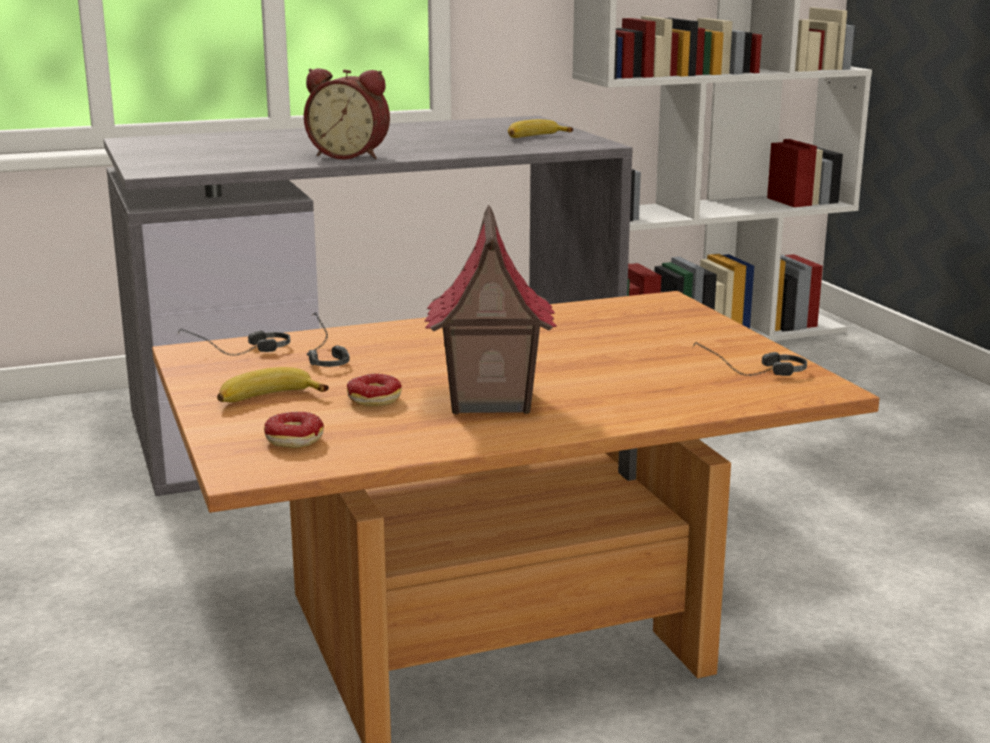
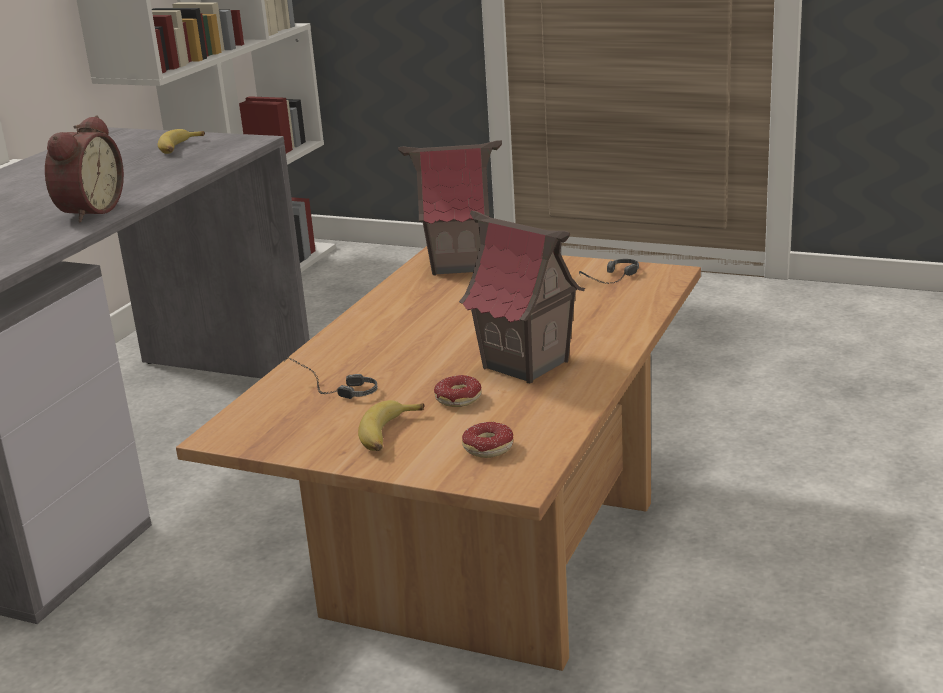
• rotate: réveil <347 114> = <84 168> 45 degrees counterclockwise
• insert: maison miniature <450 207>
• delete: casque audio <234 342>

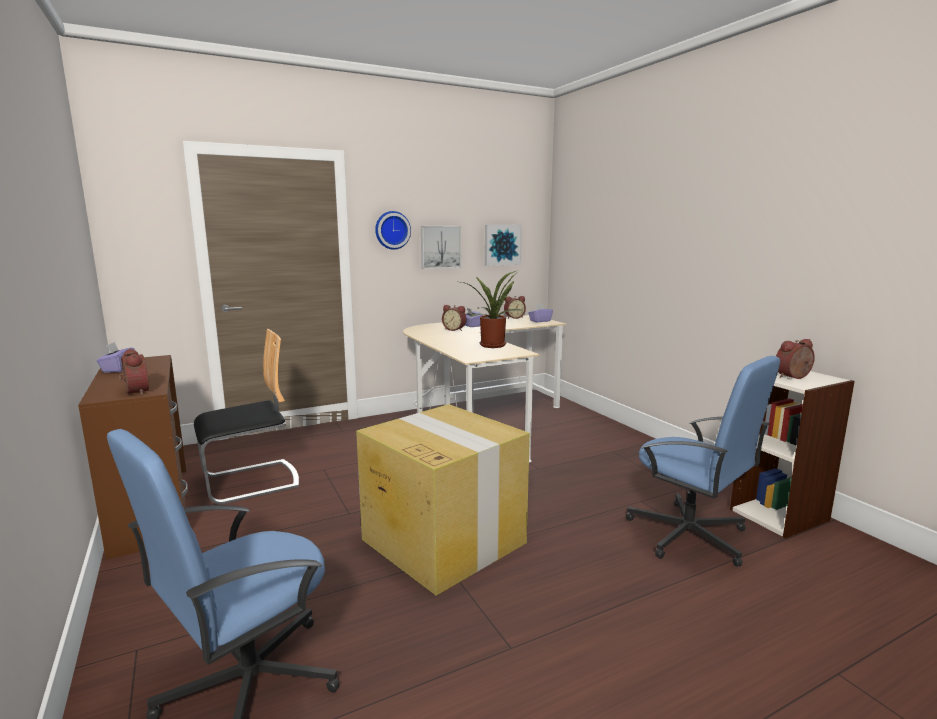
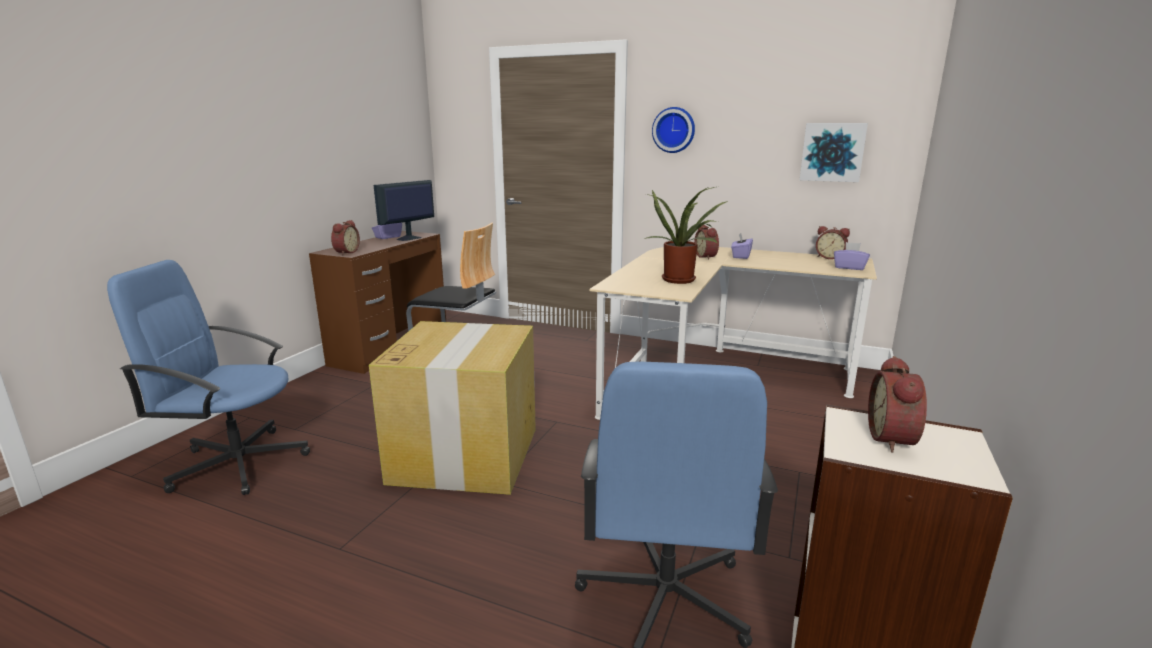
• insert: écran d'ordinateur <404 210>
• rotate: réveil <795 359> = <897 404> 105 degrees counterclockwise
• delete: tableau <441 247>

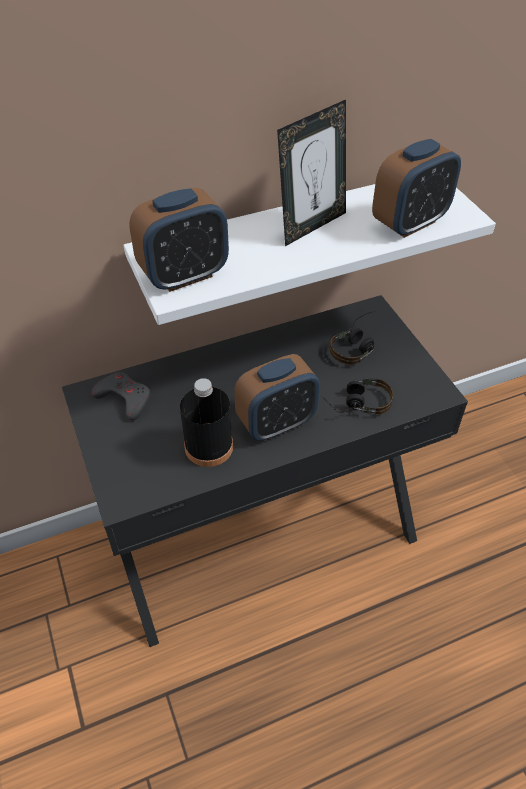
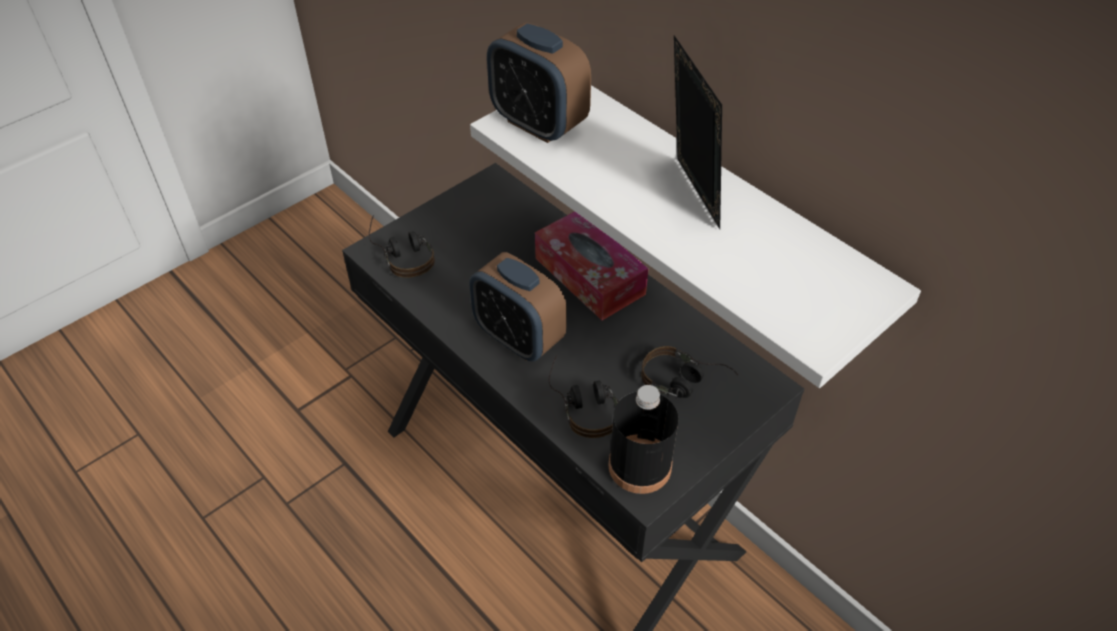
• insert: casque audio <402 246>
• insert: boîte à mouchoirs <591 266>
• move: bouteille [noir] <206 422> to <643 439>
• rotate: cadre photo <311 173> = <698 132> 135 degrees counterclockwise
• delete: manette [gris] <120 396>
• delete: réveil <416 188>

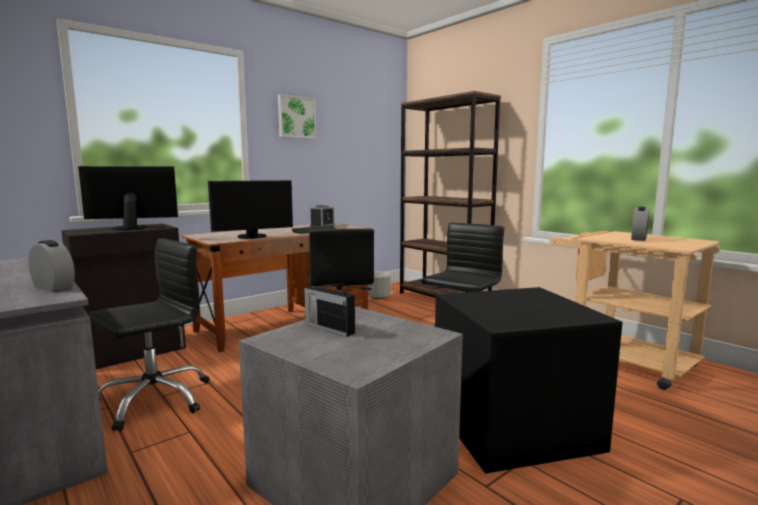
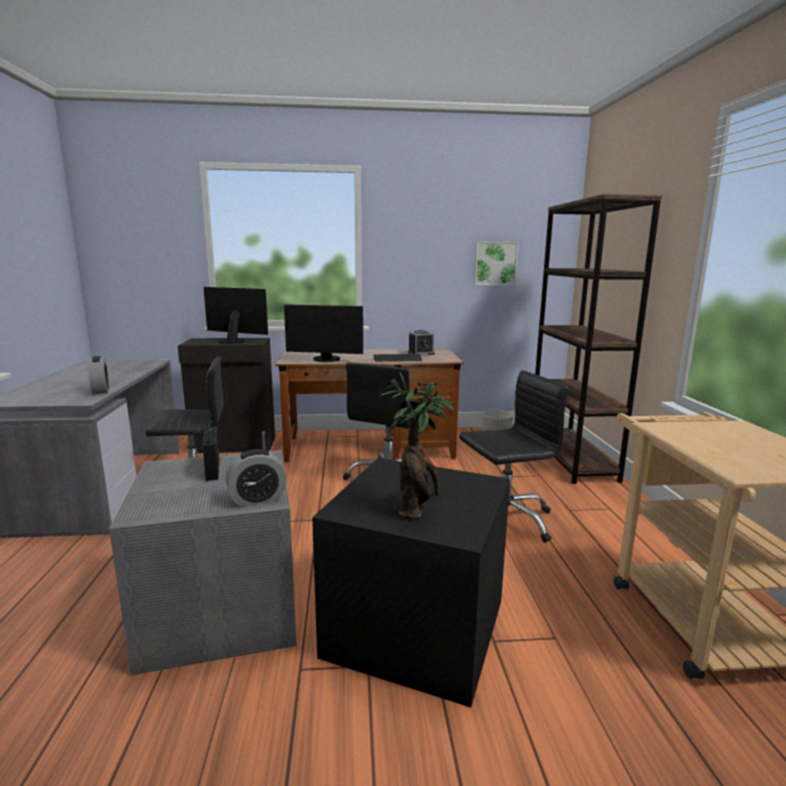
• move: réveil <640 224> to <256 478>
• insert: plante en pot <416 445>
• move: tableau <297 116> to <496 263>

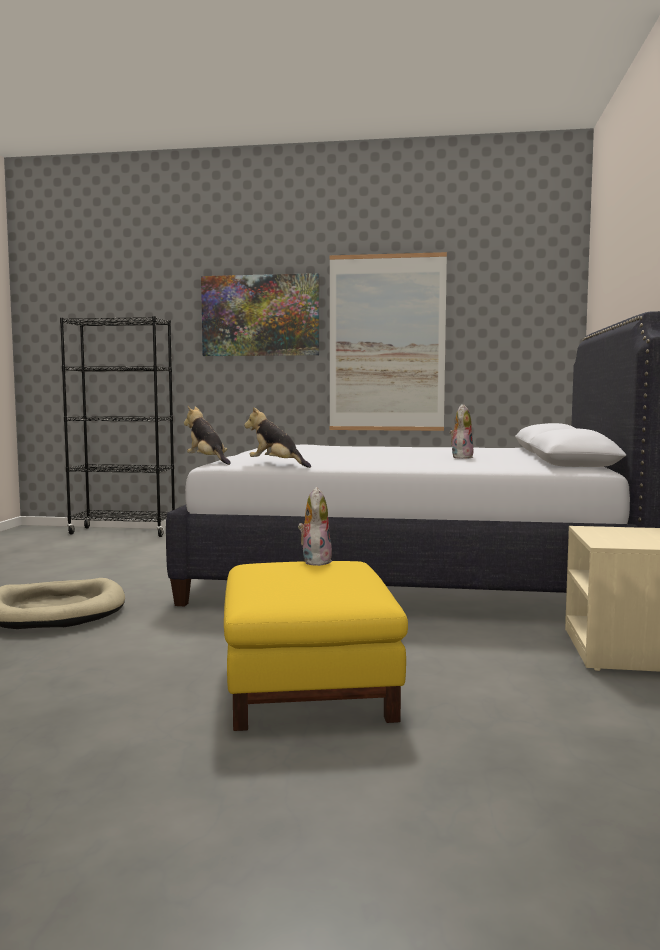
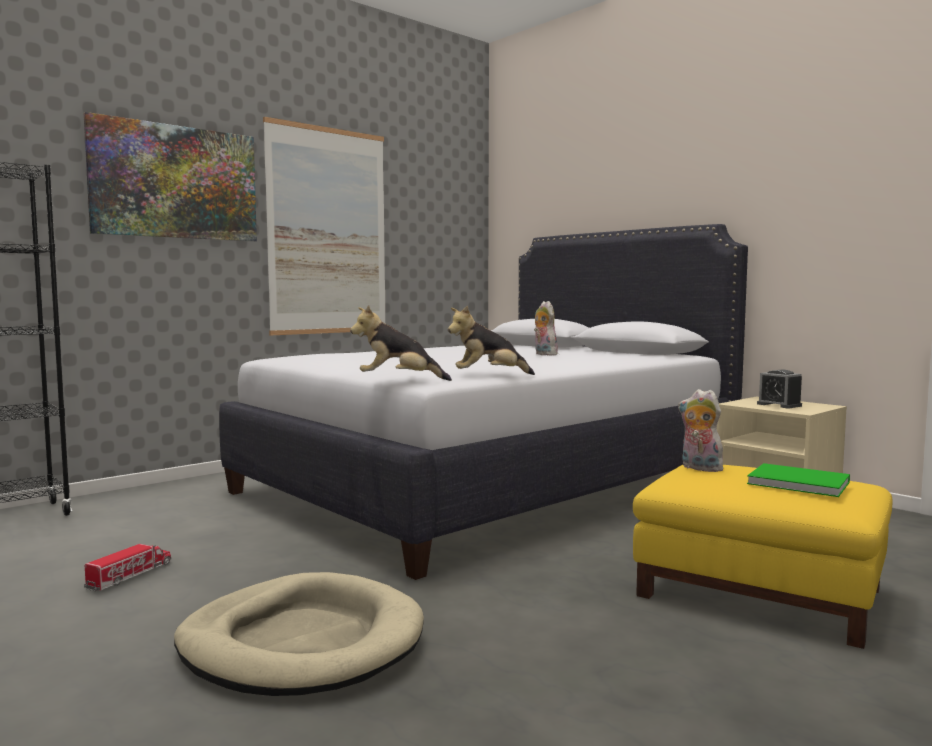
• insert: camion jouet <127 568>
• insert: livre [vert] <798 480>
• insert: réveil <779 389>

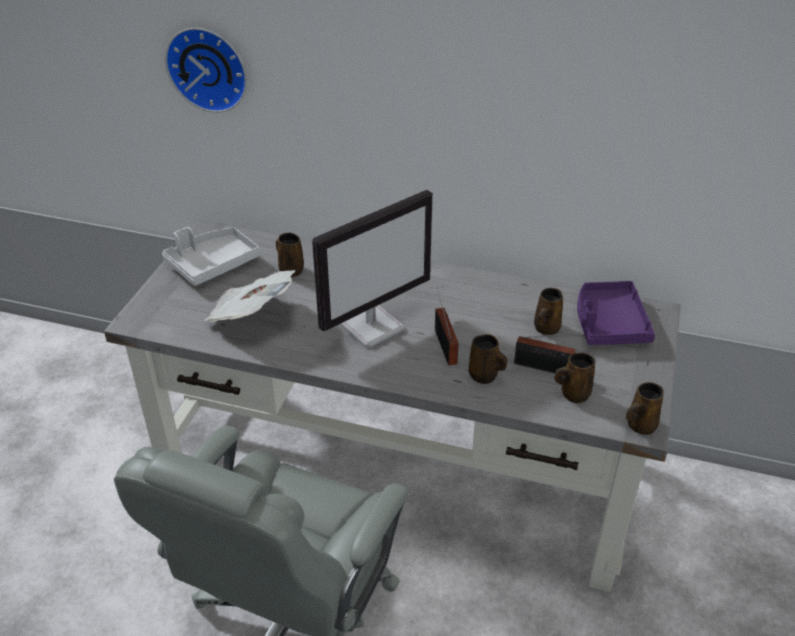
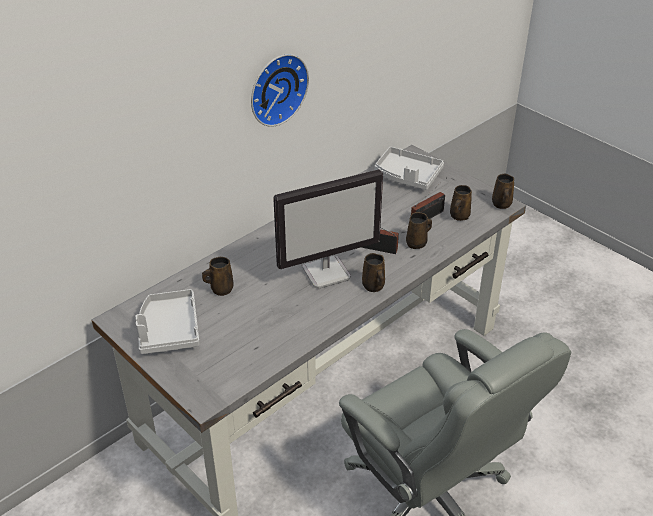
• move: horloge murale <206 70> to <280 90>
• rotate: écran d'ordinateur <372 269> = <328 229> 75 degrees clockwise
• move: mug [marron] <548 311> to <373 272>
• recolor: plateau [violet] <616 313> to plateau [gris] <409 168>
• delete: journal <249 296>

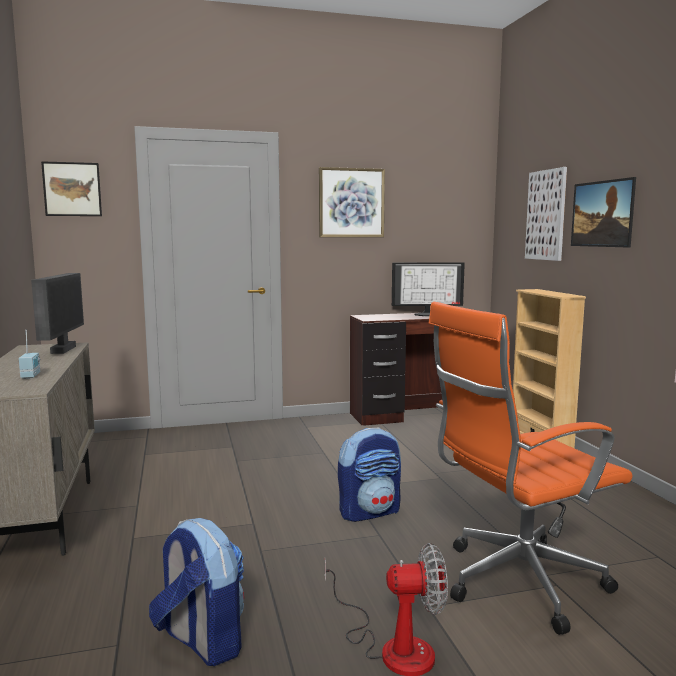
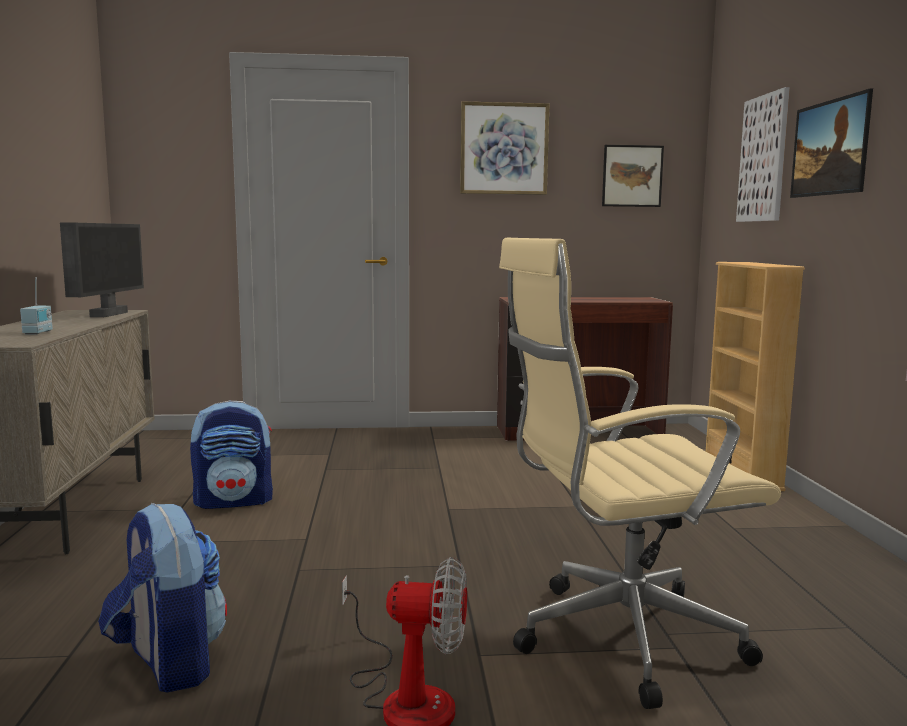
• move: sac à dos <369 475> to <231 455>
• recolor: chaise de bureau [orange] <530 468> to chaise de bureau [beige] <640 473>
• move: tableau <71 188> to <633 176>
• delete: écran d'ordinateur <428 289>

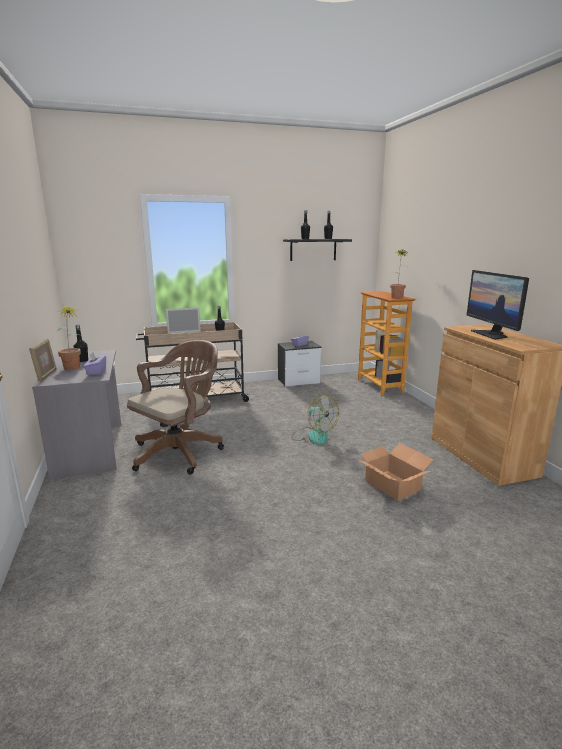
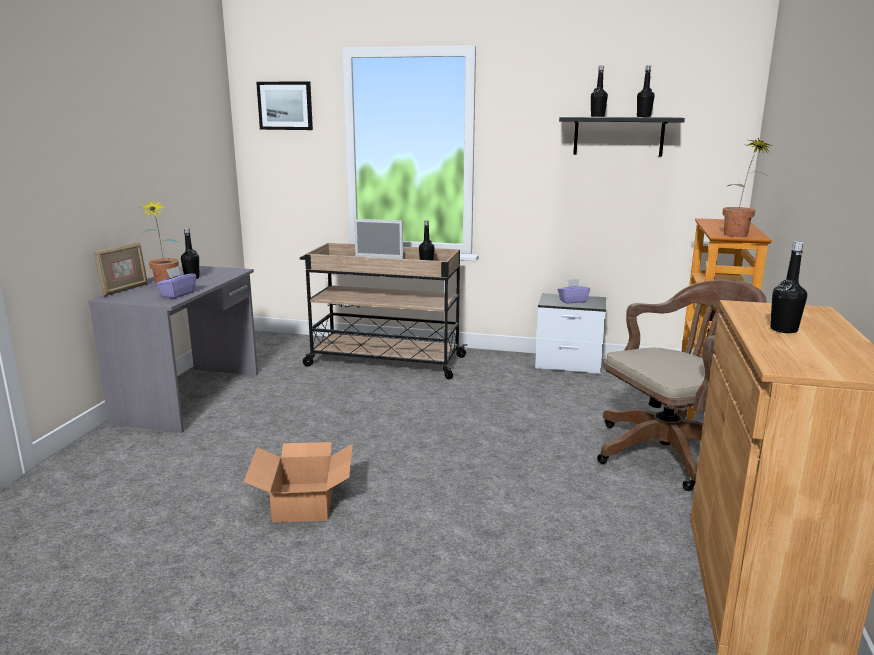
• move: carton <394 472> to <298 482>
• insert: tableau <284 105>
• move: chaise de bureau [marron] <175 407> to <682 385>
• replace: écran d'ordinateur <497 305> to bouteille [noir] <788 287>
• delete: ventilateur <315 419>

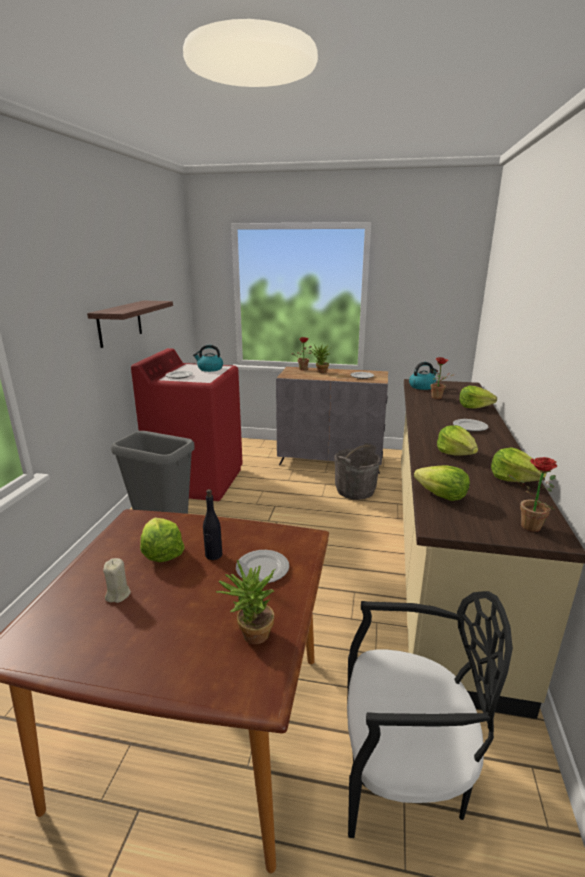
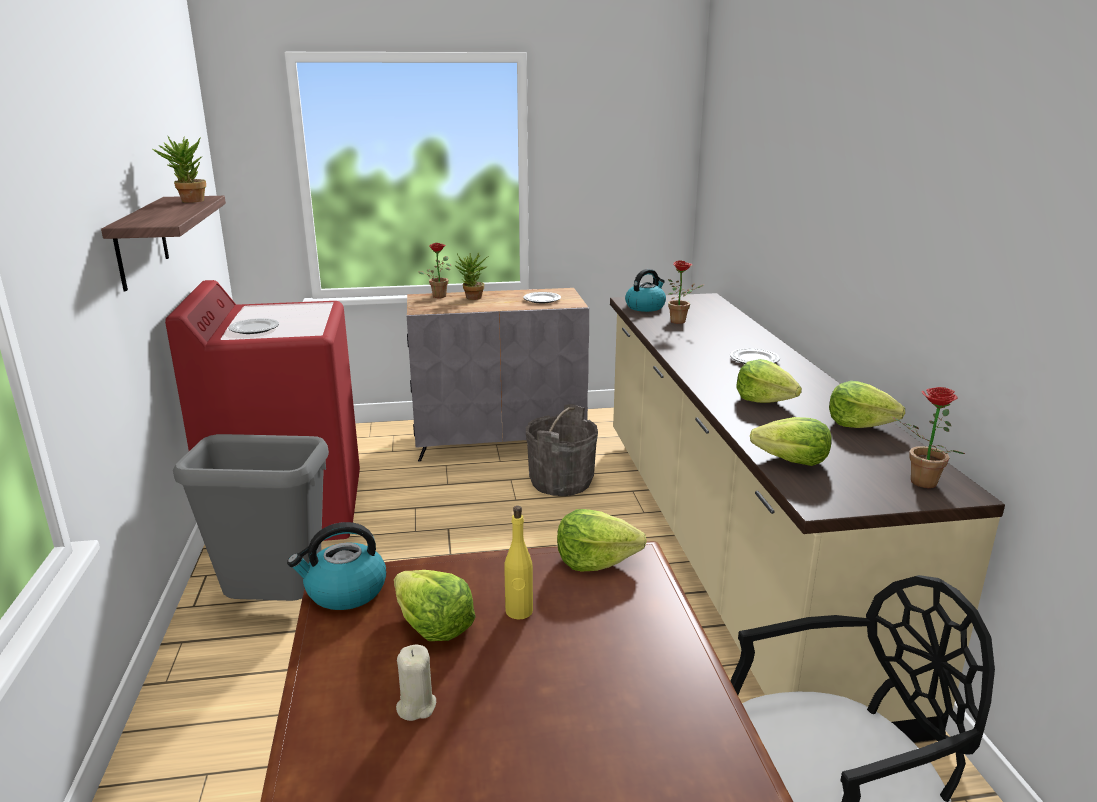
• move: plante en pot <245 602> to <179 169>
• move: bouilloire <208 358> to <336 566>
• recolor: bouteille [noir] <212 524> to bouteille [jaune] <518 562>
• move: laitue <478 397> to <602 540>
• delete: assiette <262 566>

